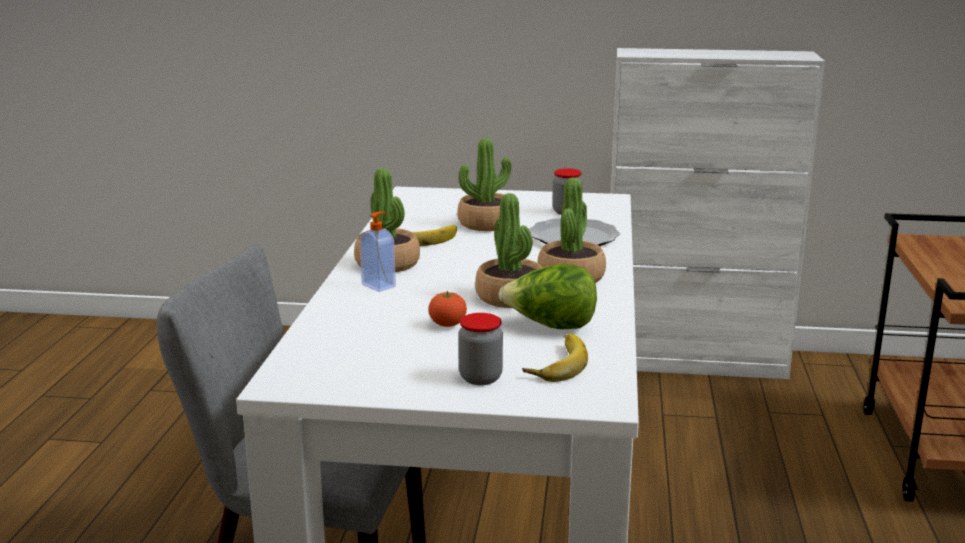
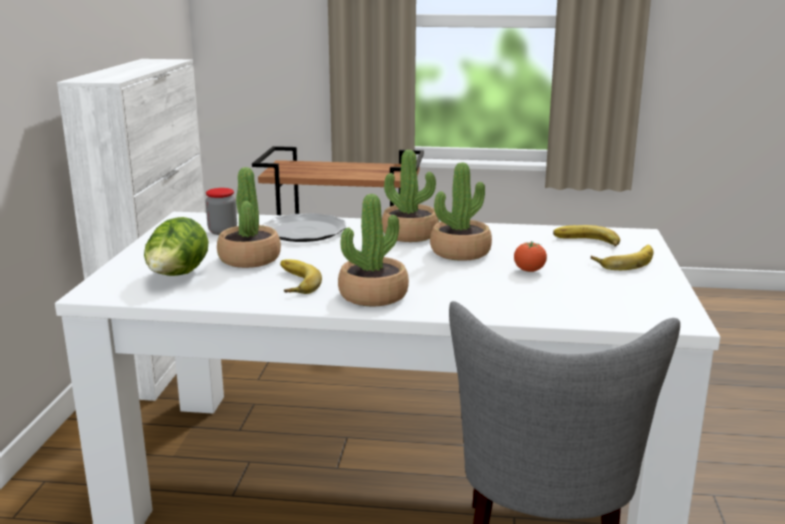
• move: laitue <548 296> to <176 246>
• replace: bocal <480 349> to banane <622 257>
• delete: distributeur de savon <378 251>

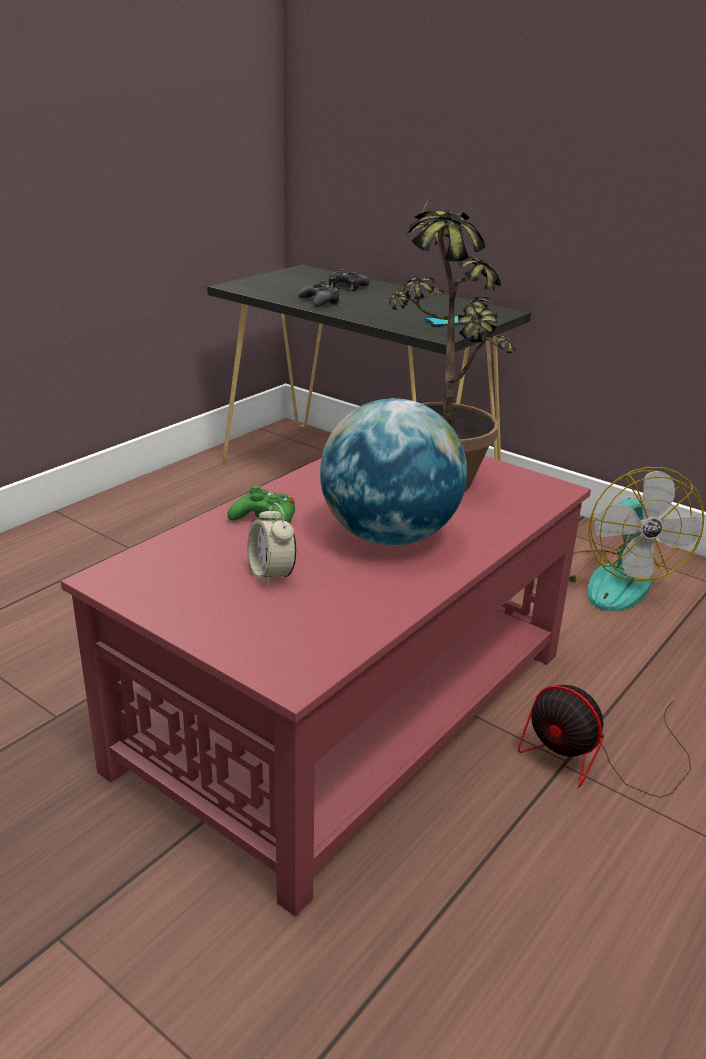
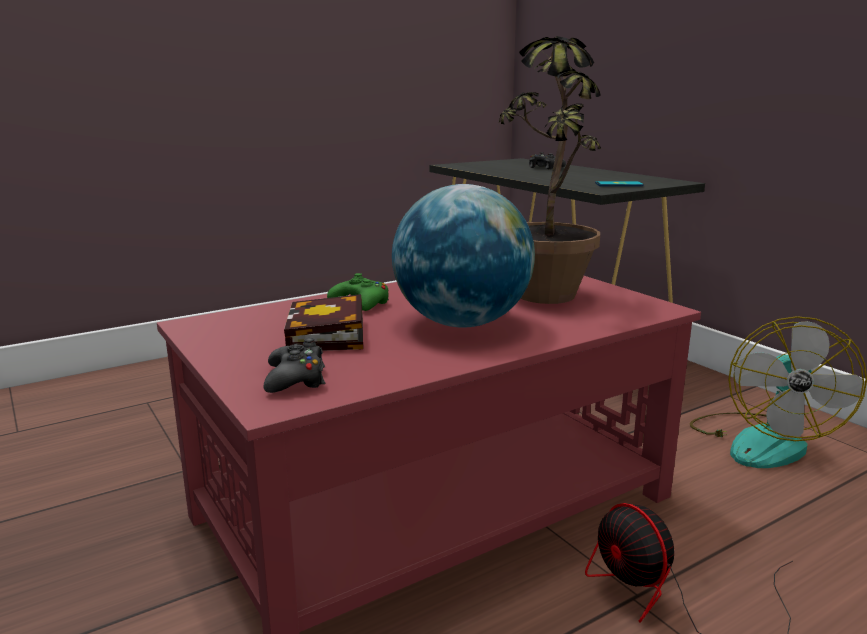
• move: manette [noir] <319 293> to <294 365>
• replace: réveil <271 545> to livre <323 322>

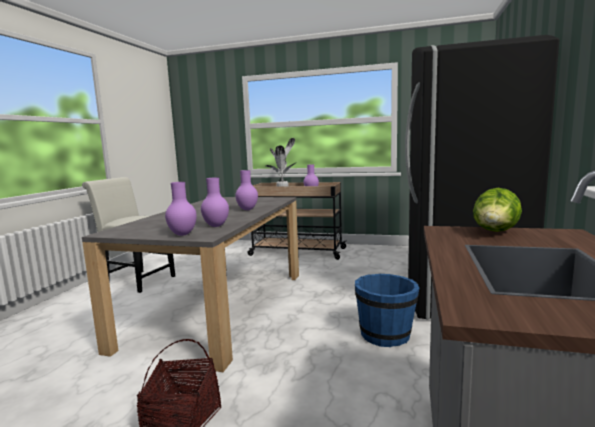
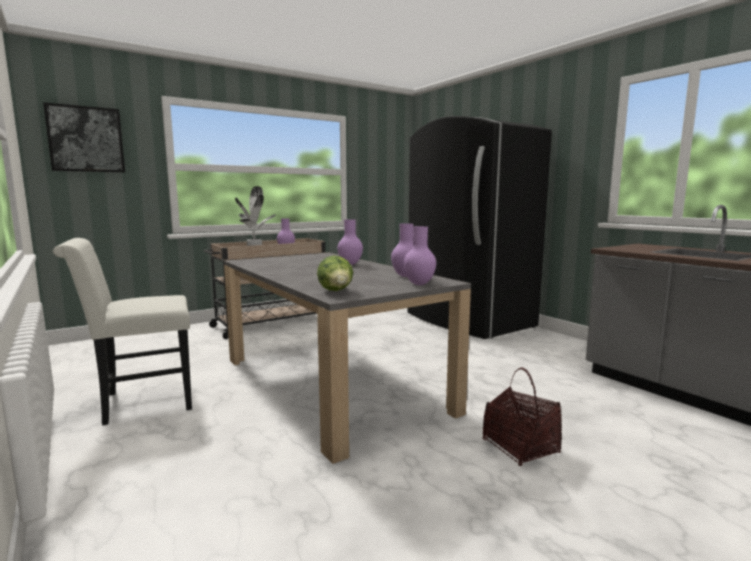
• insert: tableau <84 137>
• move: laitue <497 210> to <335 273>
• delete: seau [bleu] <387 310>

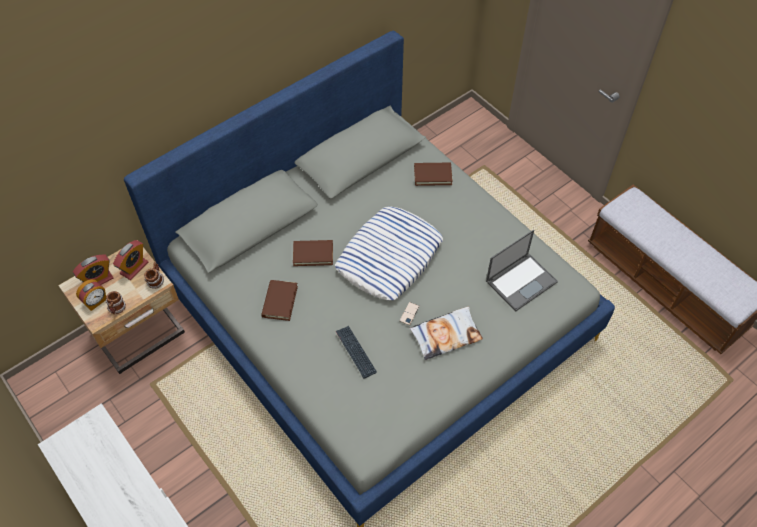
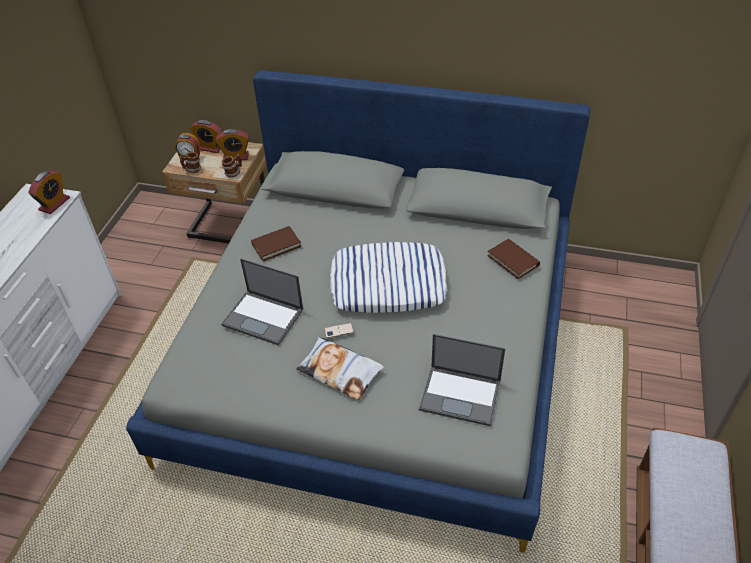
• insert: réveil <49 192>
• replace: clavier <356 352> to ordinateur portable <262 302>
• delete: livre [marron] <313 253>

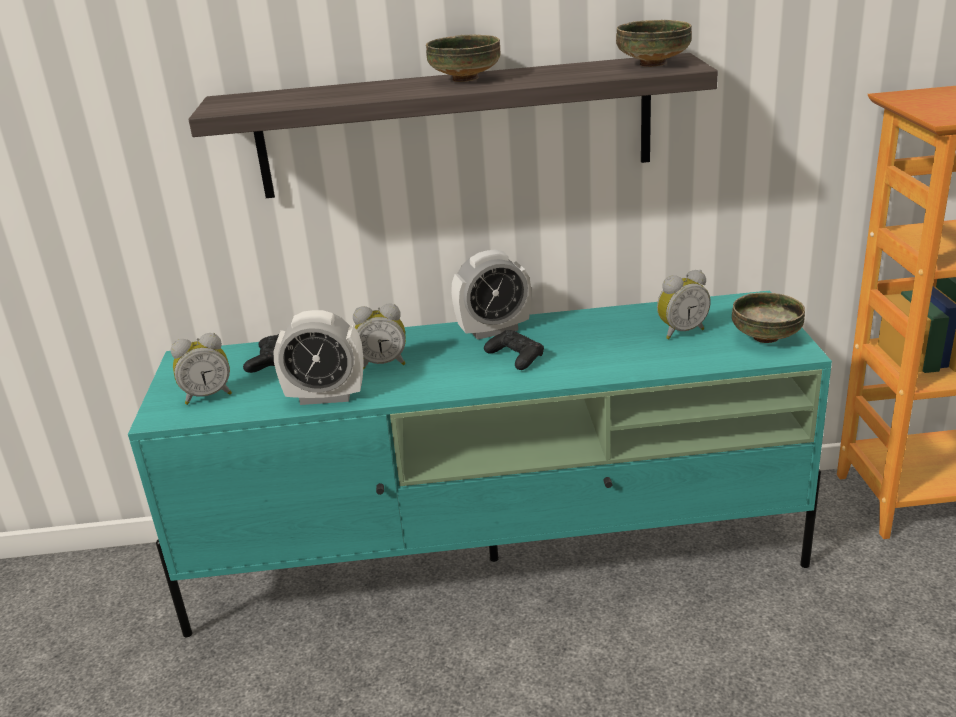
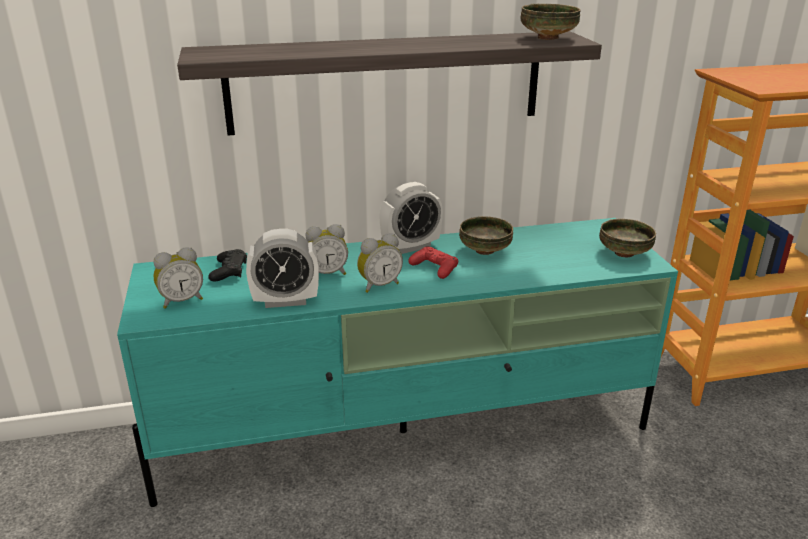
• move: réveil <684 304> to <380 263>
• recolor: manette [noir] <514 350> to manette [rouge] <433 263>
• move: bol <463 58> to <486 235>

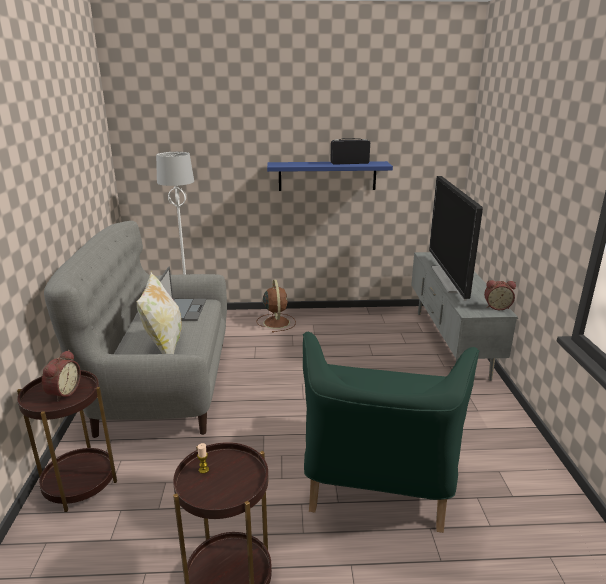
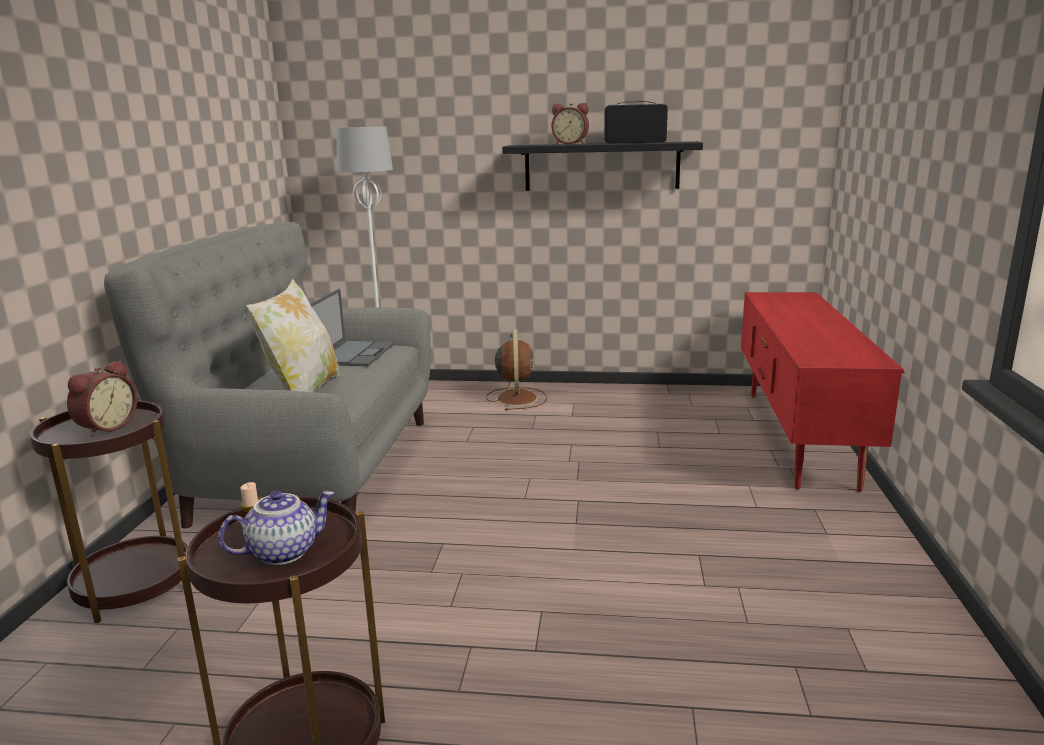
• insert: théière <276 528>
• recolor: étagère [bleu] <330 176> to étagère [noir] <602 166>
• move: réveil <500 295> to <570 124>
• recolor: meuble télé [gris] <464 316> to meuble télé [rouge] <823 392>
• delete: fauteuil [vert] <391 432>
• delete: téléviseur <456 238>

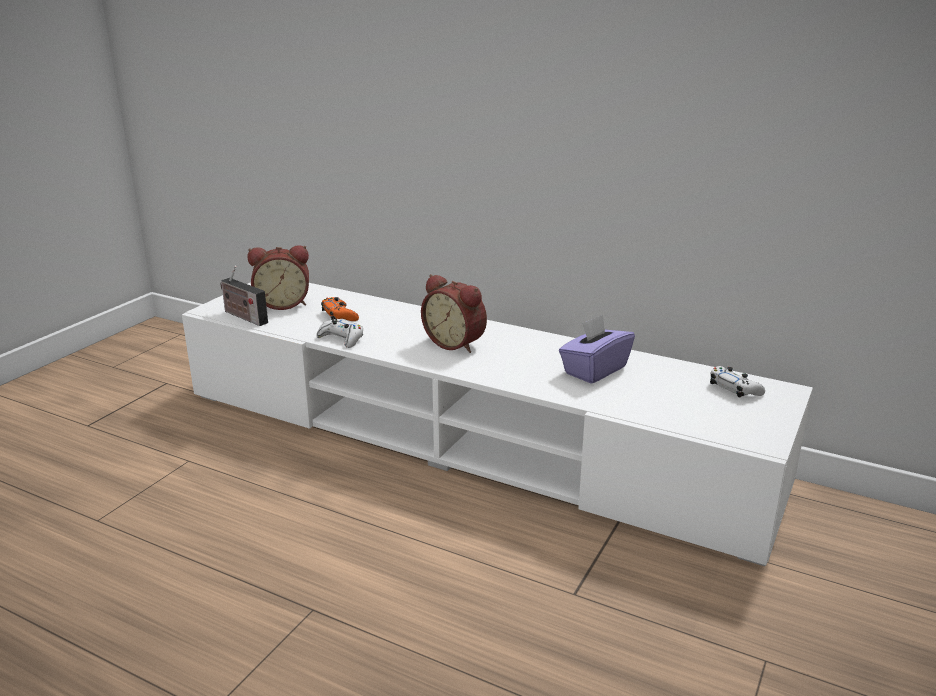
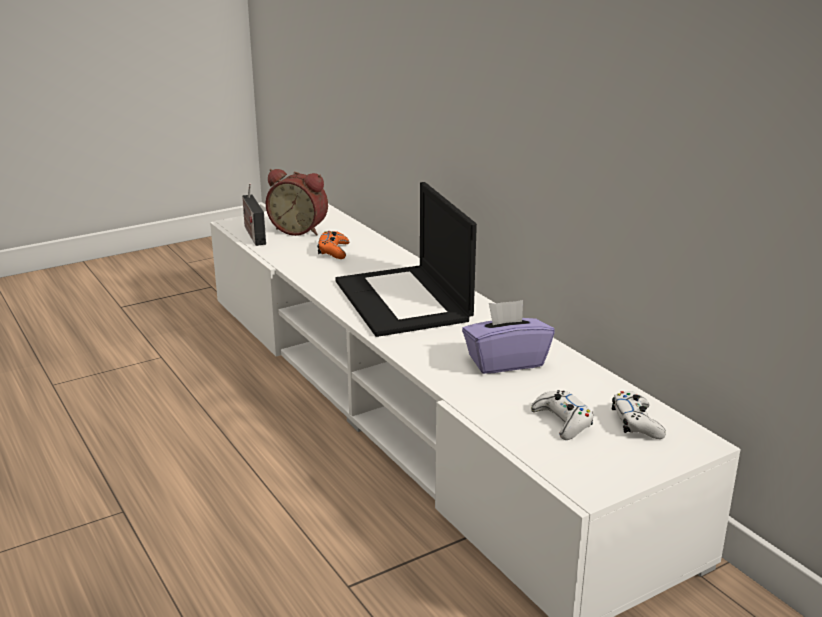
• replace: réveil <454 313> to ordinateur portable <406 259>
• move: manette [blanc] <339 333> to <562 415>

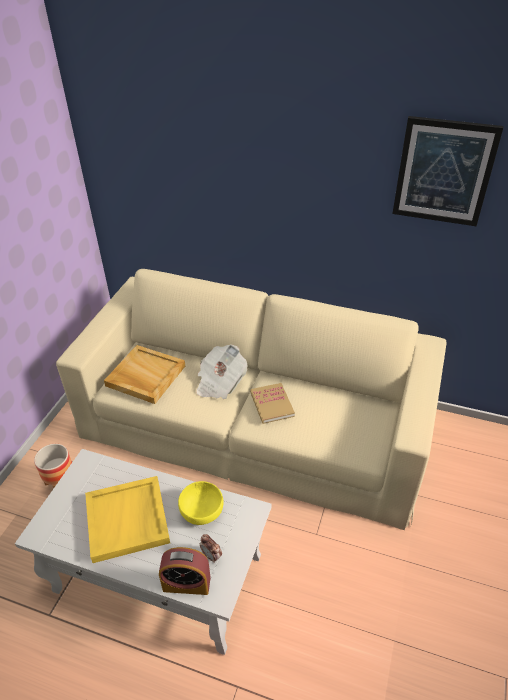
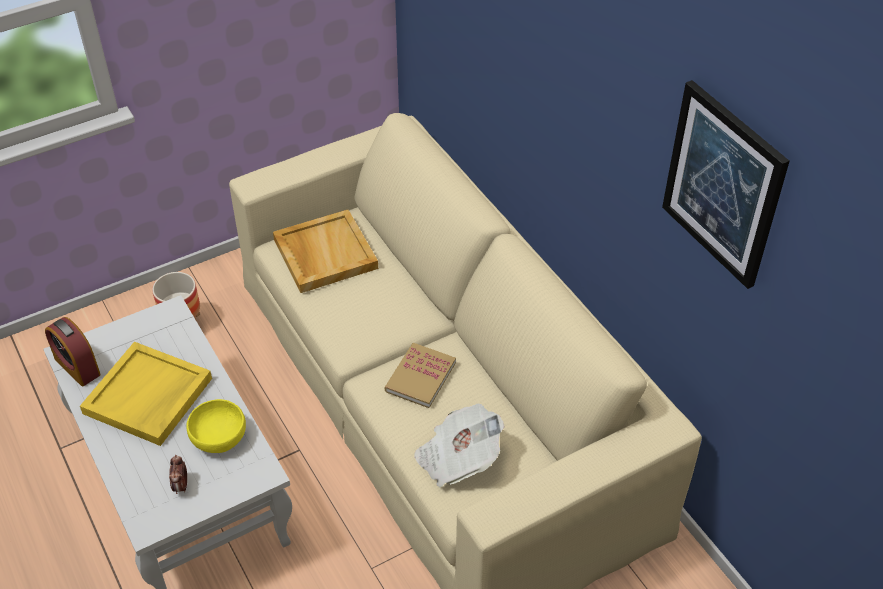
• move: réveil <185 571> to <73 351>
• move: journal <221 371> to <459 446>

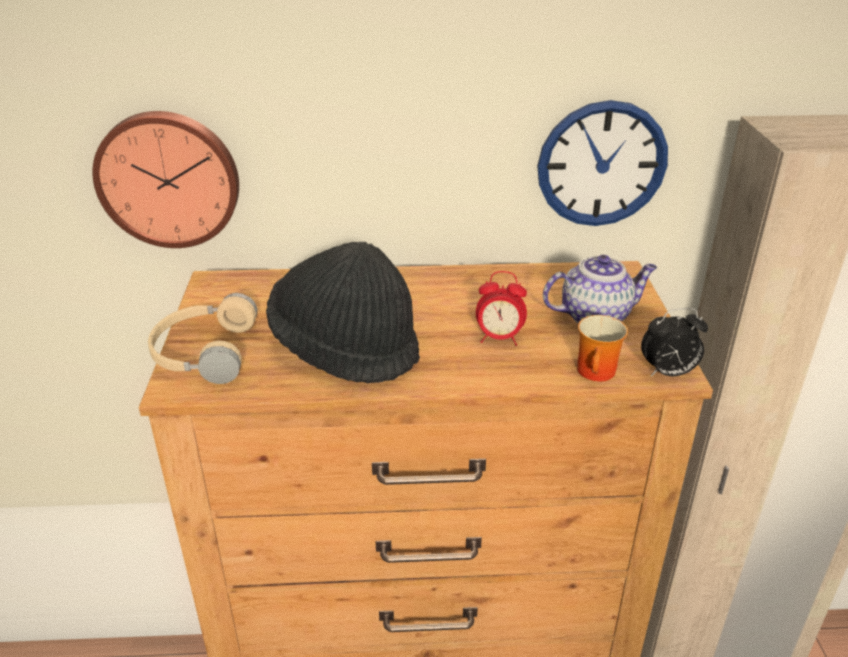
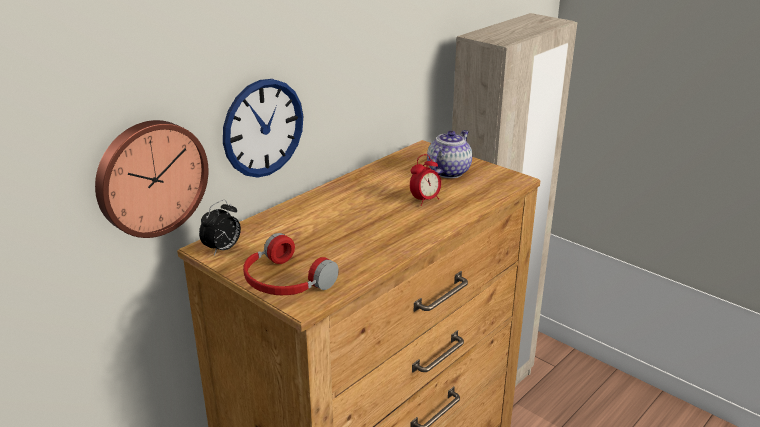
• move: réveil <674 342> to <220 228>
• move: horloge murale <602 163> to <263 128>
• recolor: casque audio [beige] <202 338> to casque audio [rouge] <291 264>
• delete: chapeau [noir] <343 312>
• delete: mug <602 348>

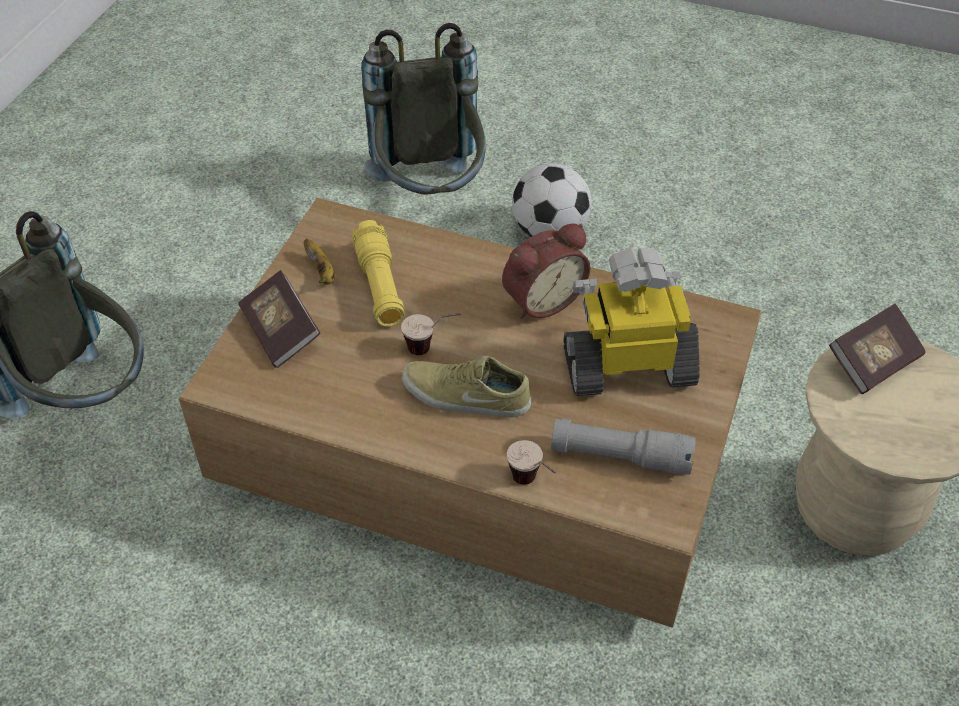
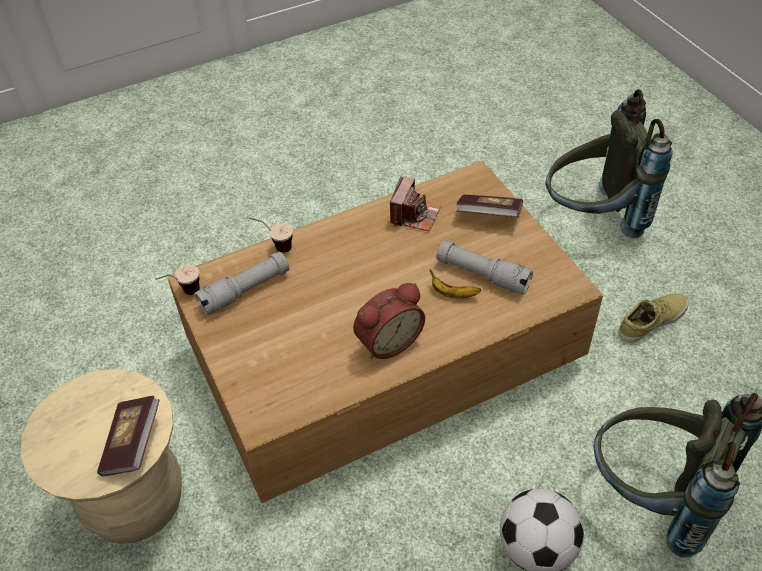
• move: tasse <431 334> to <177 280>
• rotate: réveil <546 271> = <389 321> 135 degrees counterclockwise
• insert: appareil photo <415 203>
• move: banane <319 262> to <455 284>
• recolor: lampe de poche [jaune] <378 273> to lampe de poche [gris] <485 267>
• move: chaussure [beige] <466 387> to <654 318>
• delete: robot jouet <631 322>

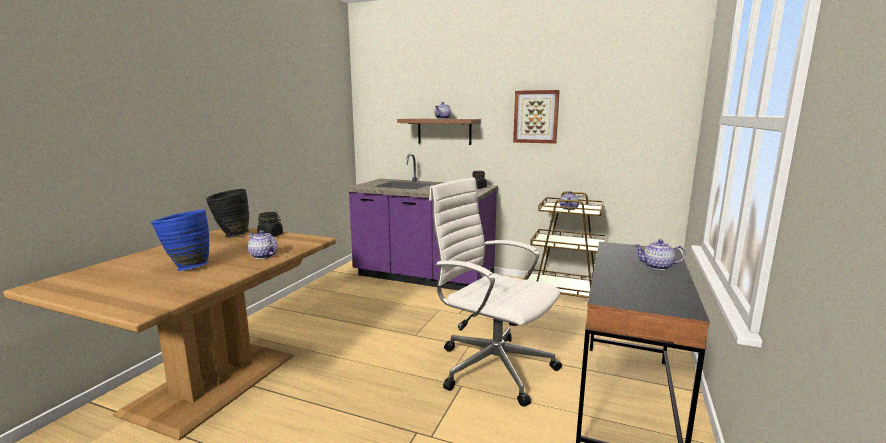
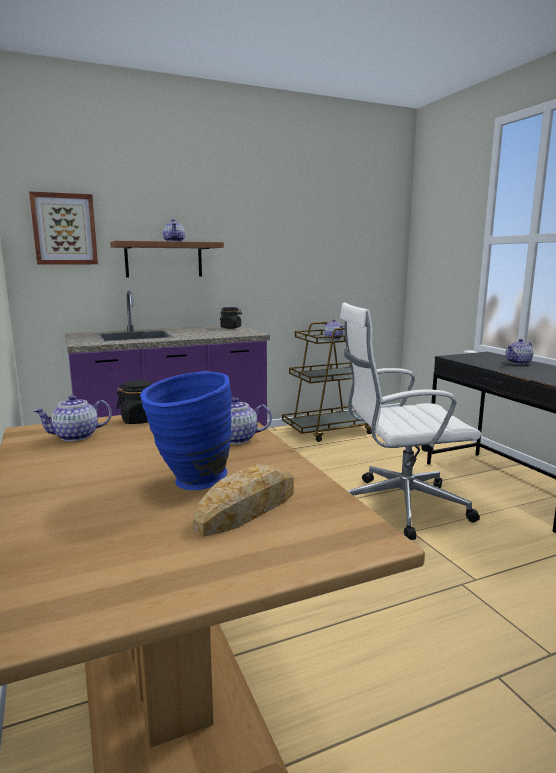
• move: tableau <536 116> to <63 227>
• replace: vase [noir] <227 213> to théière <72 418>
• insert: pain <243 500>

